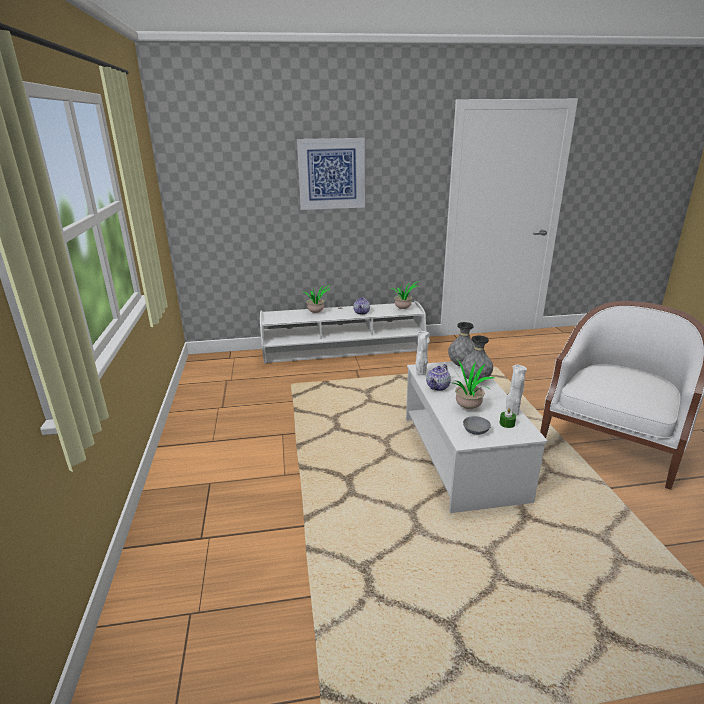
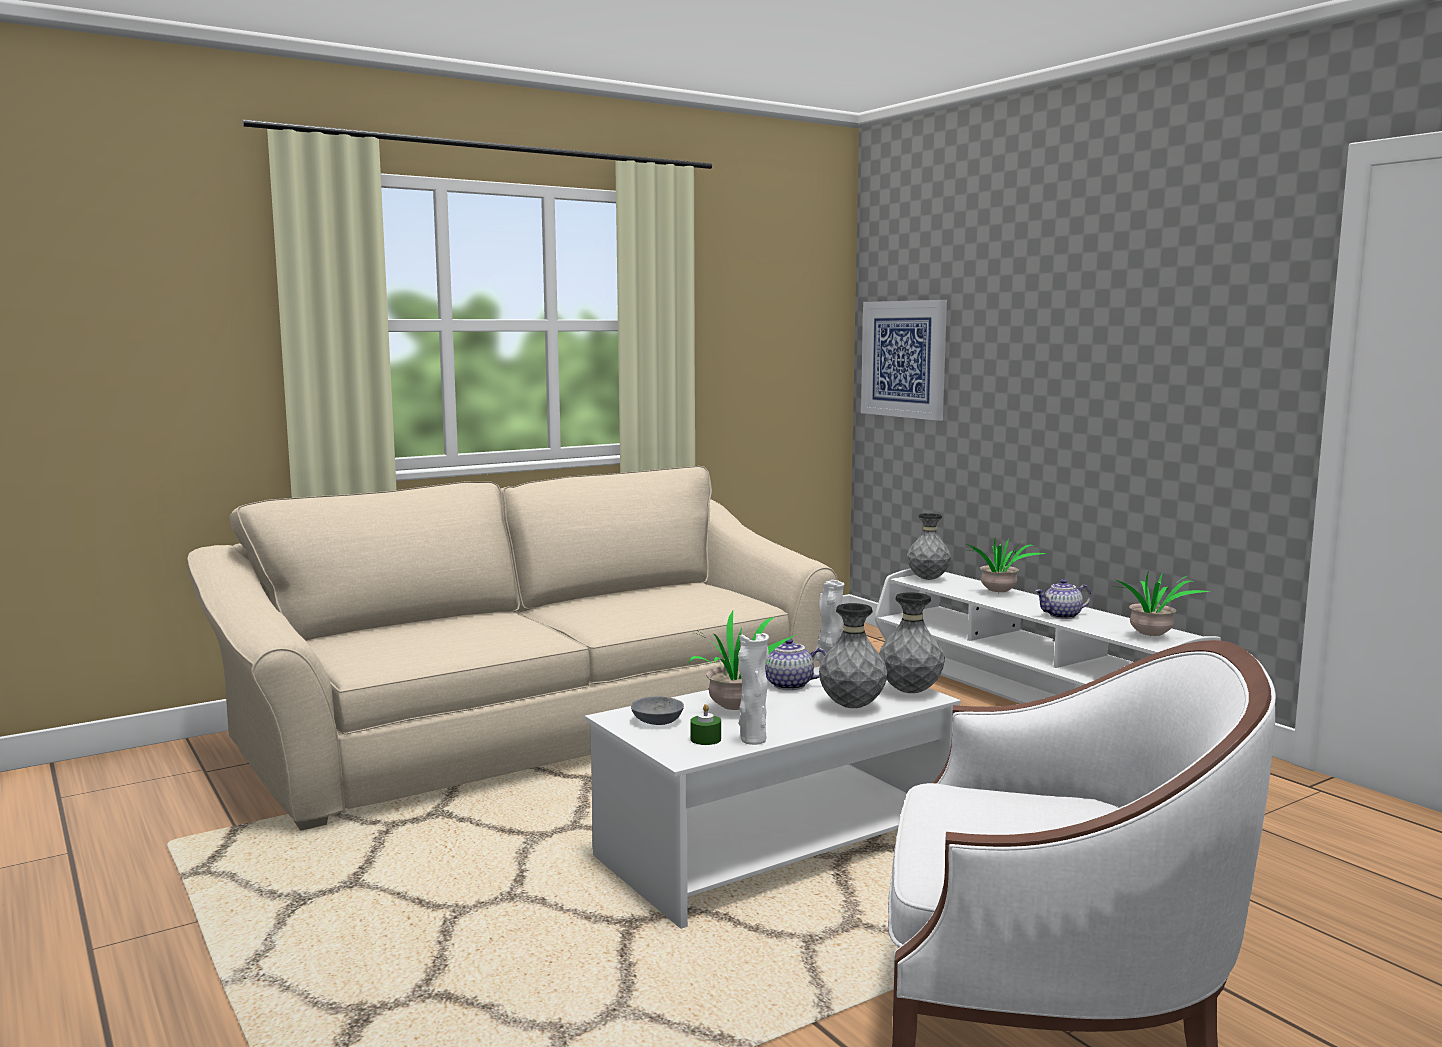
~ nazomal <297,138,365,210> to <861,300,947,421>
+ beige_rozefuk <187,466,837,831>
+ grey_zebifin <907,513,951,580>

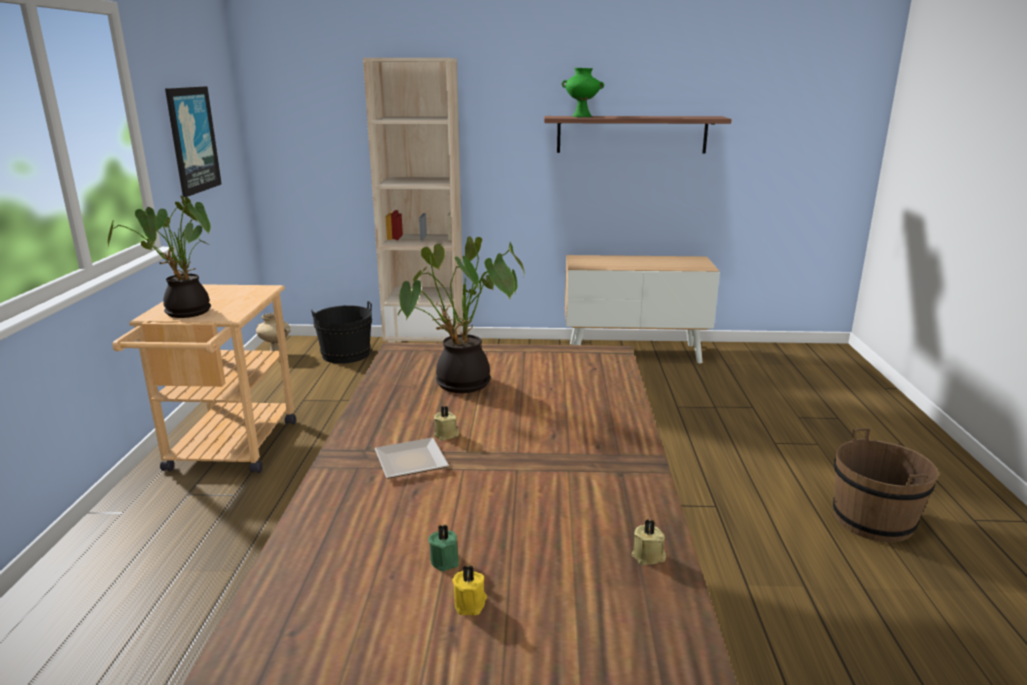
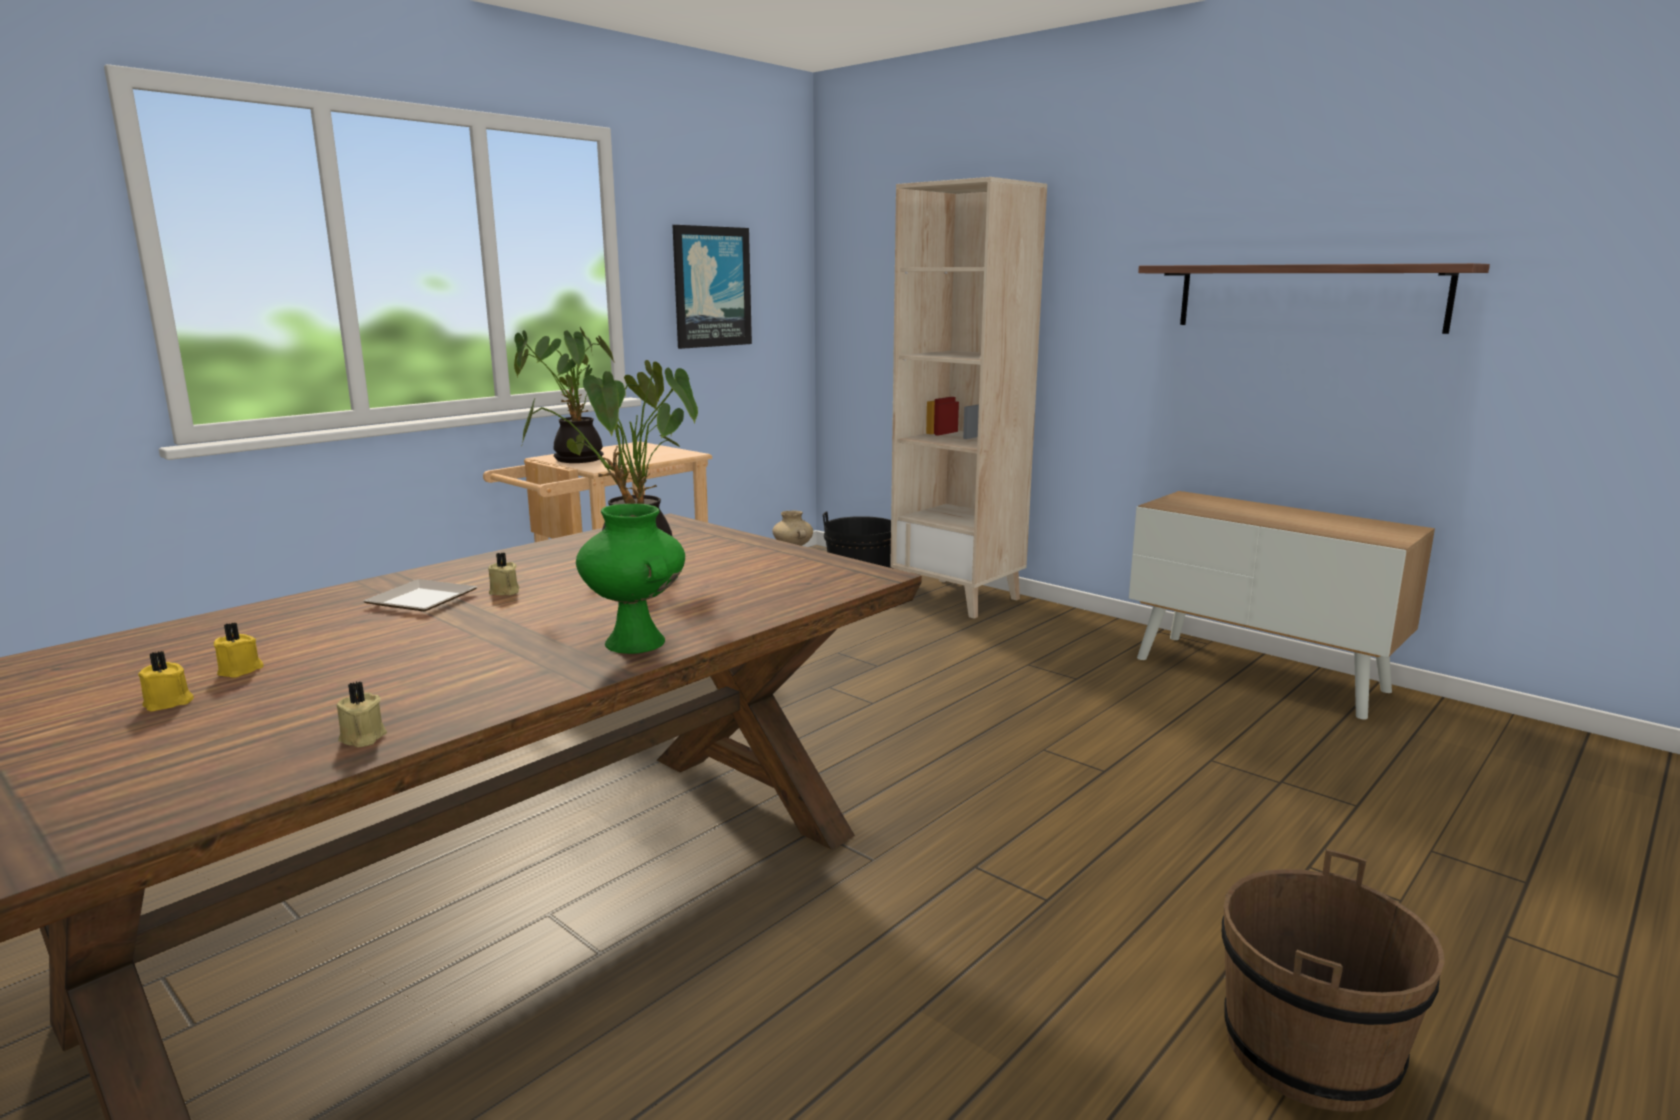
~ green_zebifin <562,68,604,117> to <576,504,685,654>
~ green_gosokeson <428,525,459,571> to yellow_gosokeson <214,622,264,678>

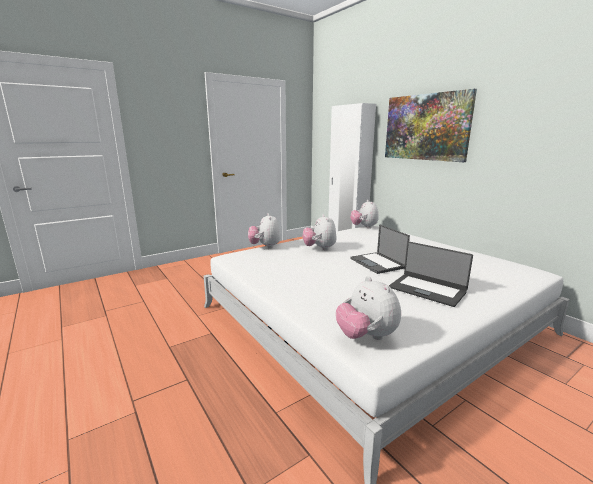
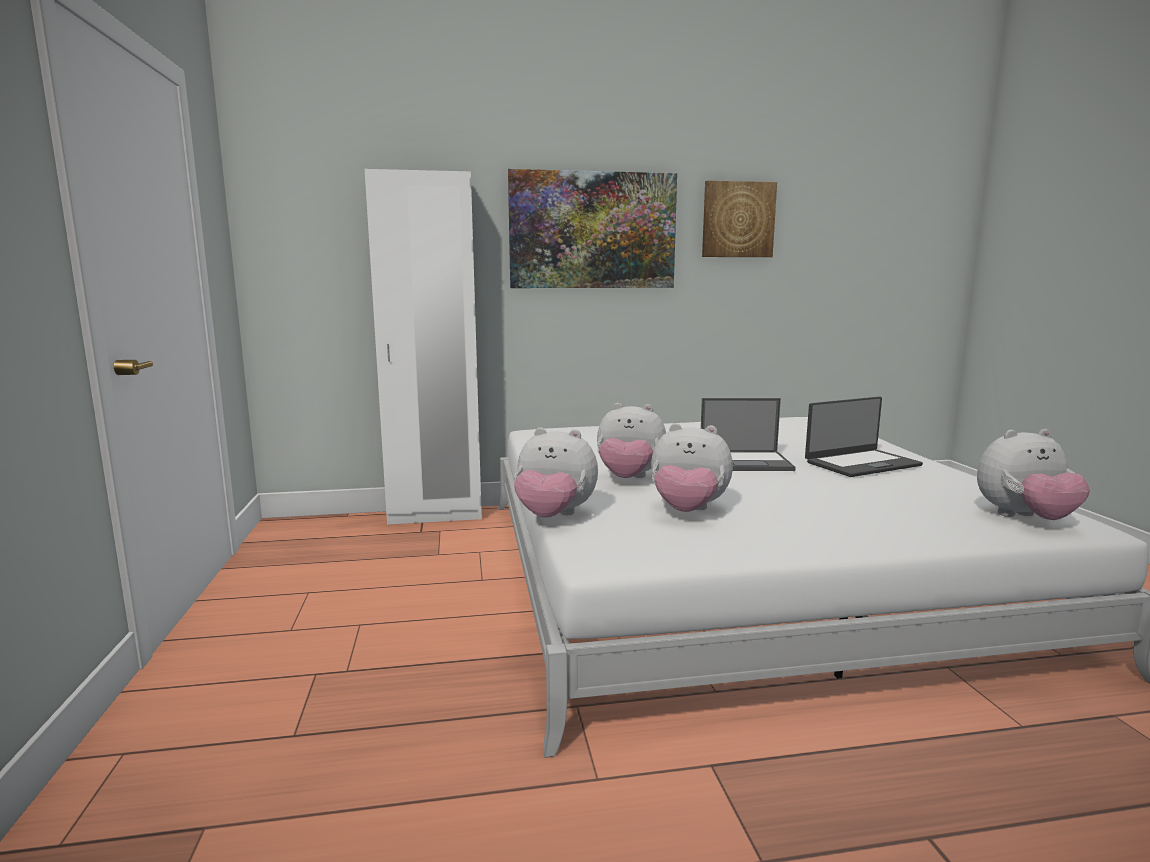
~ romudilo <350,200,379,229> to <651,423,733,512>
+ nazomal <702,181,777,257>

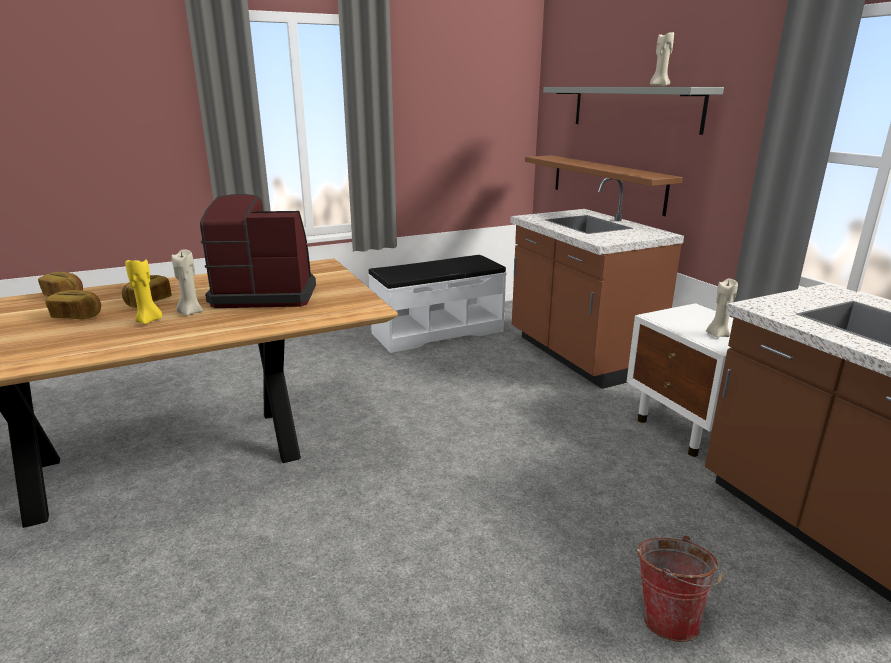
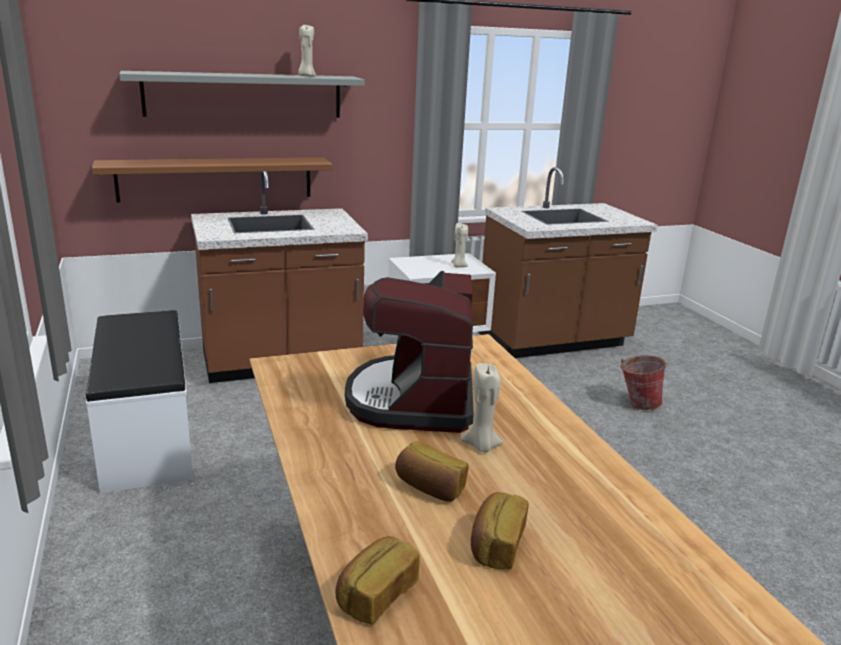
- yellow_gosokeson <125,257,162,324>

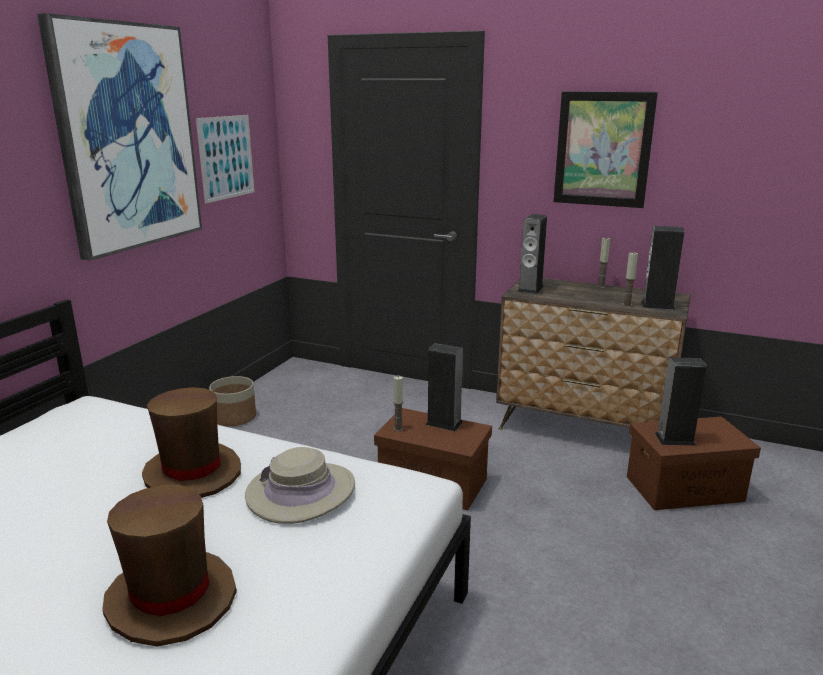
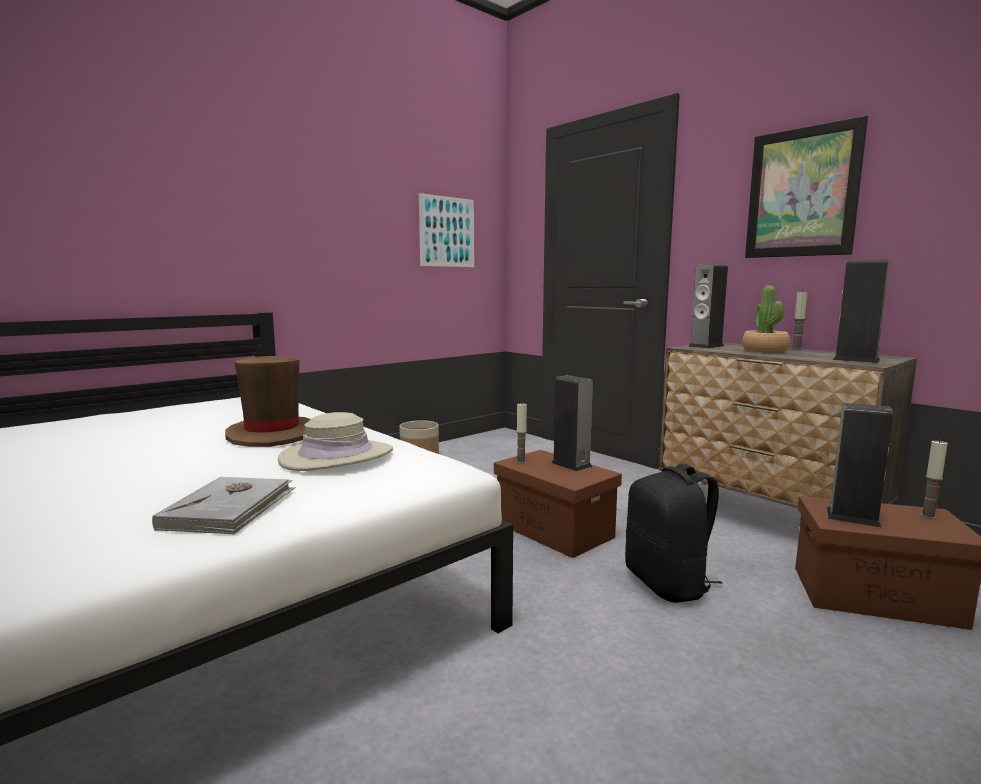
- nazomal <37,13,202,261>
~ gosokeson <622,252,638,307> to <920,440,948,519>
- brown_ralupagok <102,485,237,647>
+ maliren <742,285,790,352>
+ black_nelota <625,463,723,603>
+ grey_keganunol <152,477,296,534>

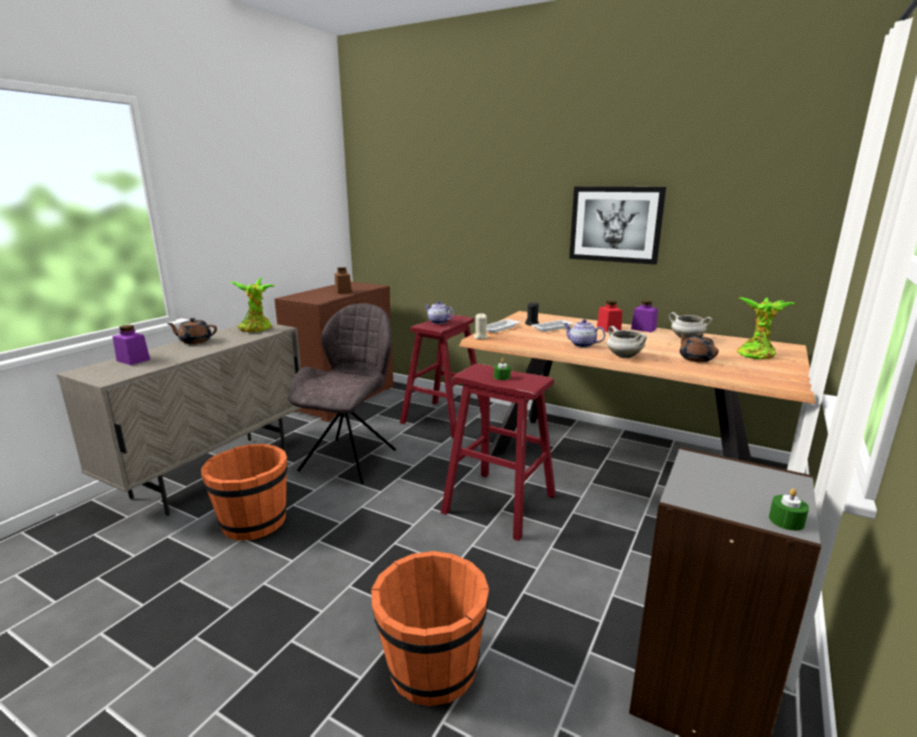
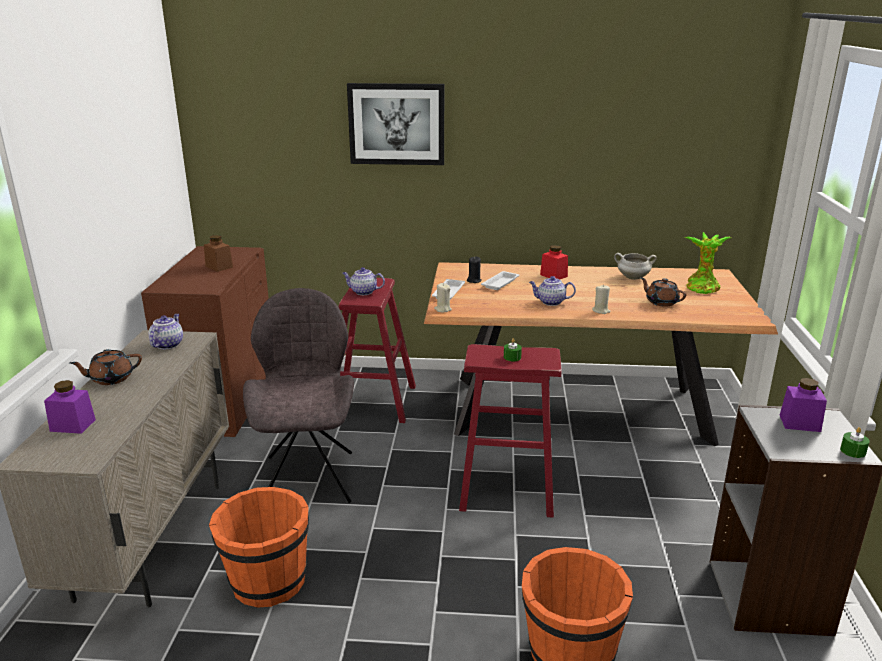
~ nazomal <569,187,666,265> to <347,83,444,165>
~ maliren <229,278,274,332> to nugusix <148,314,183,349>
~ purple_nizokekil <631,300,658,332> to <780,378,827,432>
~ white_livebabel <607,326,647,358> to beige_gosokeson <592,285,610,314>

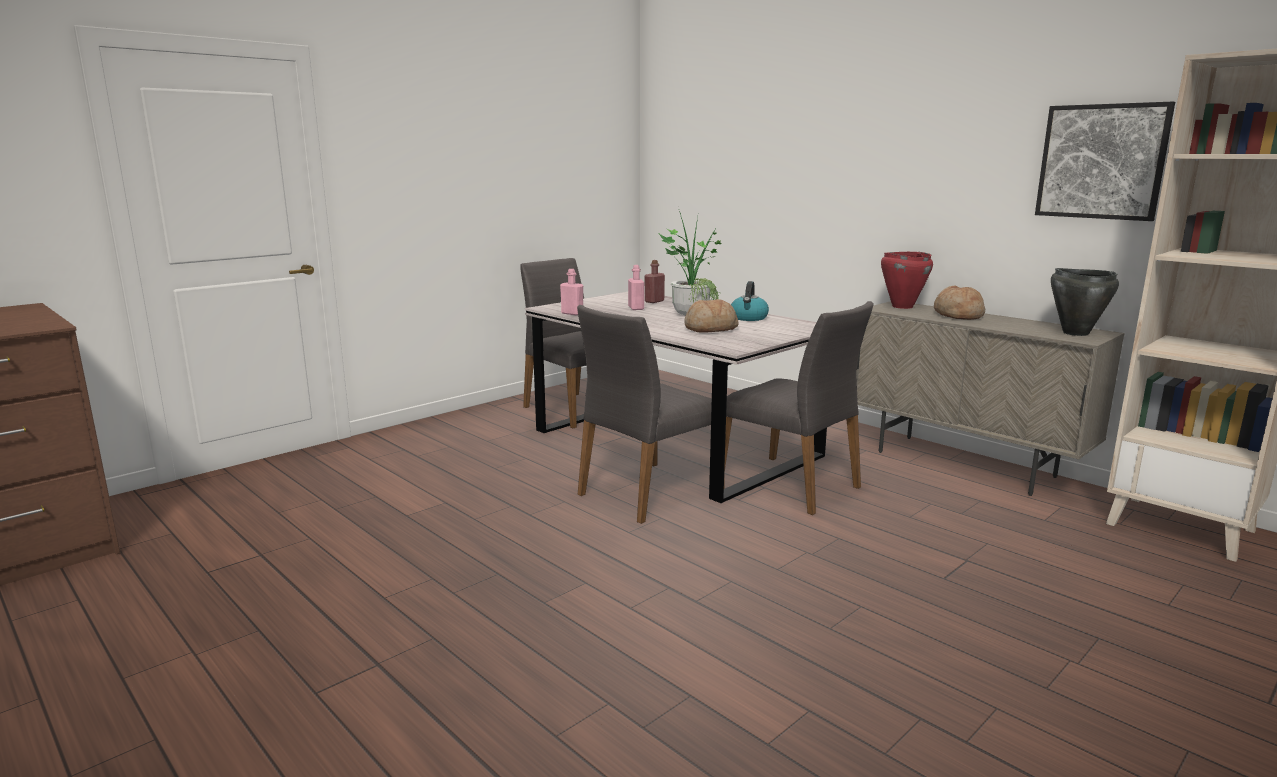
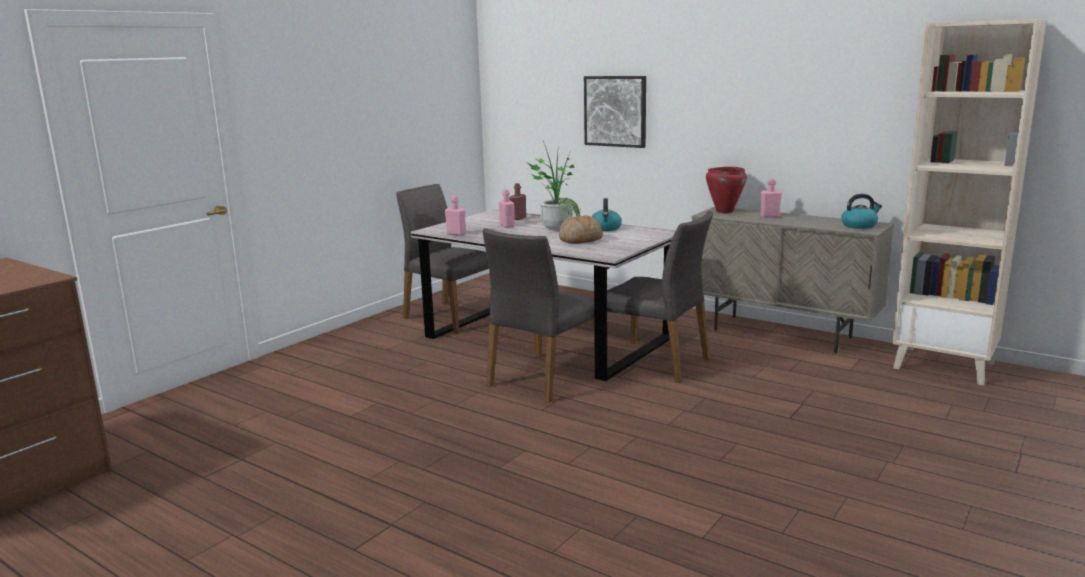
~ nazomal <1035,102,1175,221> to <584,76,646,148>
~ black_livebabel <1051,268,1119,336> to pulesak <841,194,882,229>
~ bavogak <934,285,985,320> to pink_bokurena <760,178,782,218>

